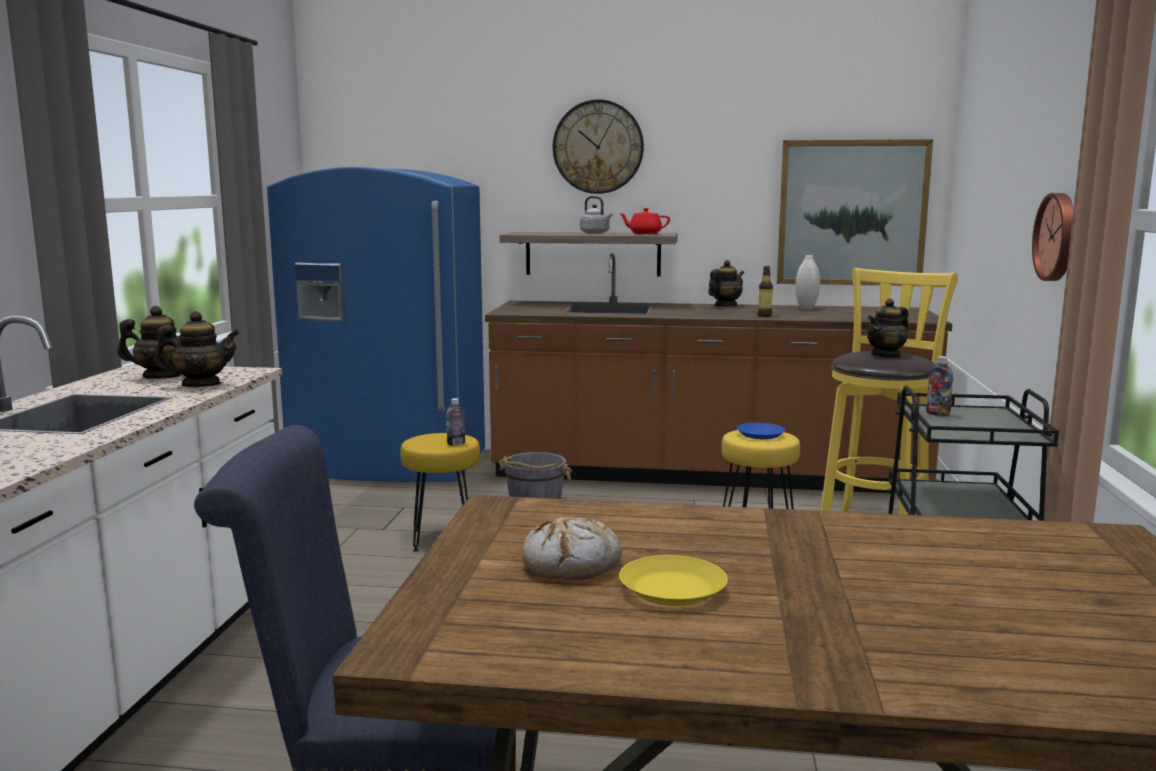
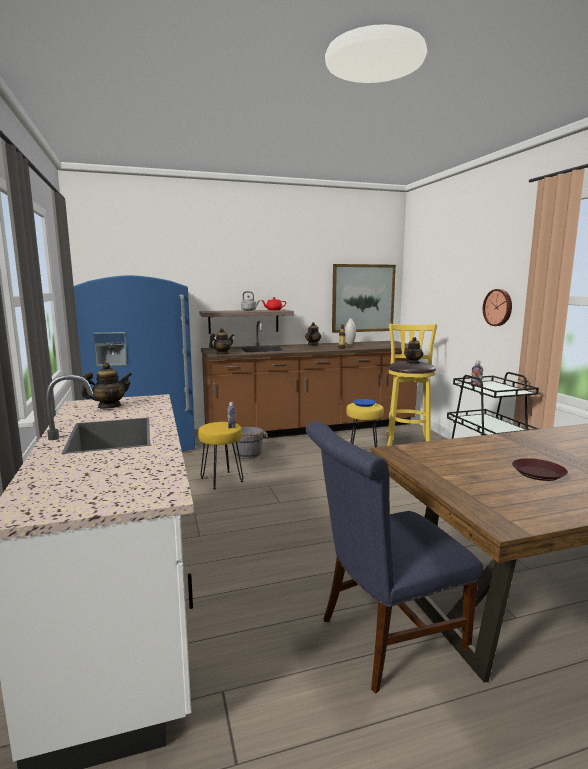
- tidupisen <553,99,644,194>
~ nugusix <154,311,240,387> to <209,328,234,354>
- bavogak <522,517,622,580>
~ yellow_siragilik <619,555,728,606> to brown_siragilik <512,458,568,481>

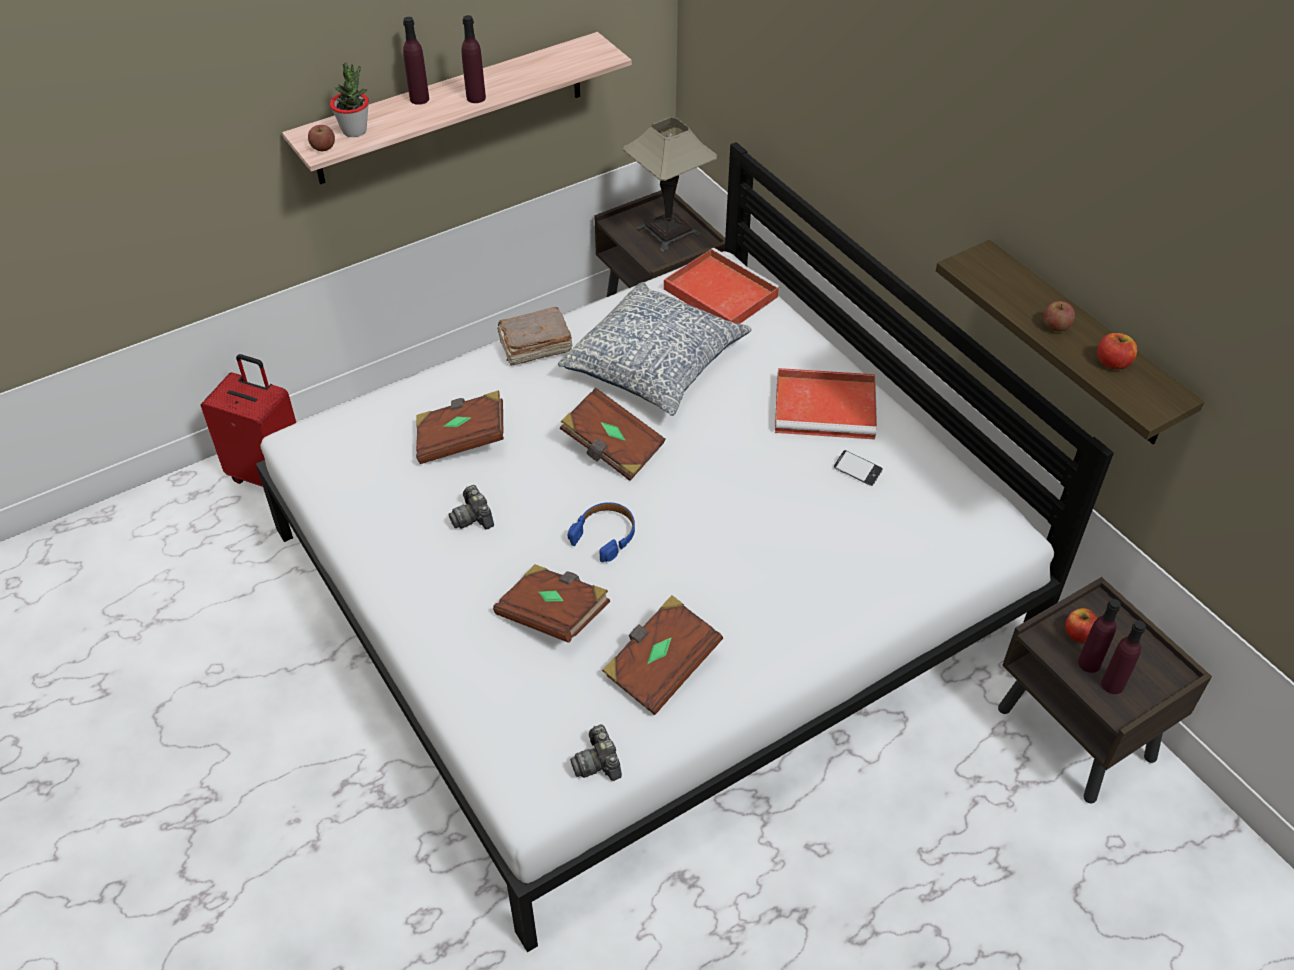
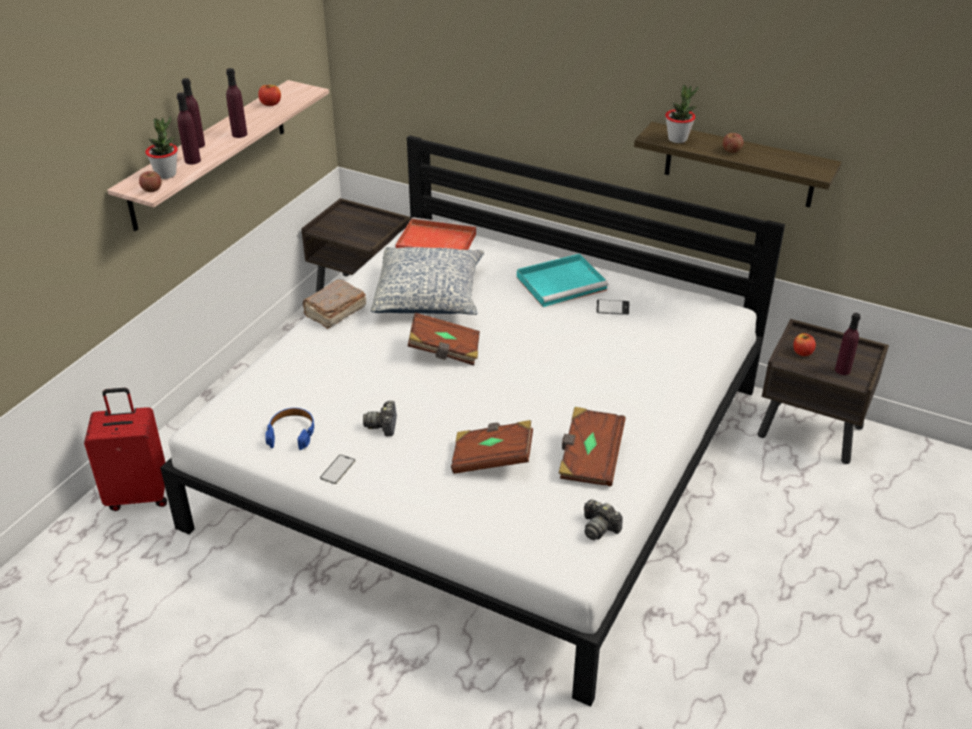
- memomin <622,117,718,252>
~ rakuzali <1097,333,1137,369> to <258,85,281,106>
~ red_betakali <775,368,877,440> to turquoise_betakali <517,254,608,307>
- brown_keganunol <416,391,504,464>
~ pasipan <448,485,494,529> = <363,401,397,437> 60 degrees clockwise
~ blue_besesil <568,502,635,563> to <265,408,314,450>
~ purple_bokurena <1078,599,1121,673> to <177,92,201,164>
+ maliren <665,85,699,143>
+ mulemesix <320,455,355,484>

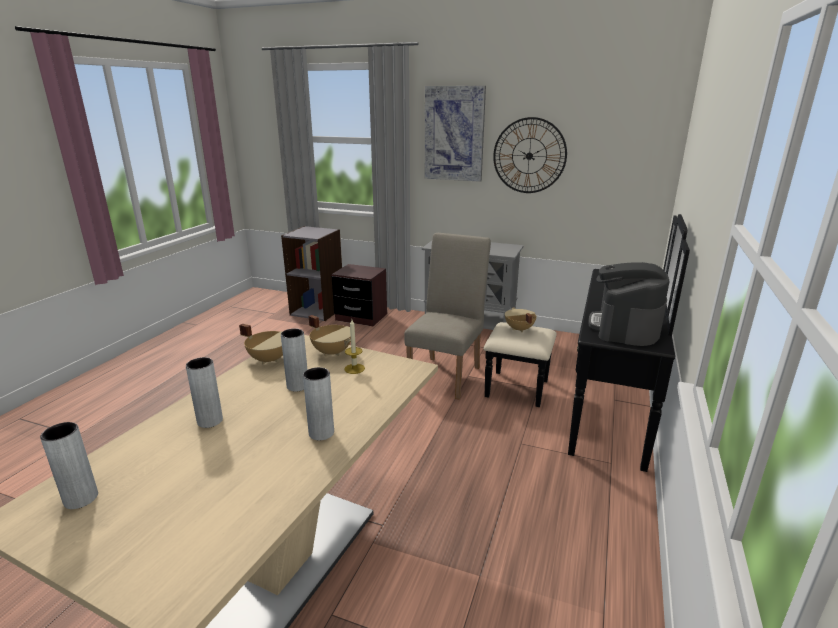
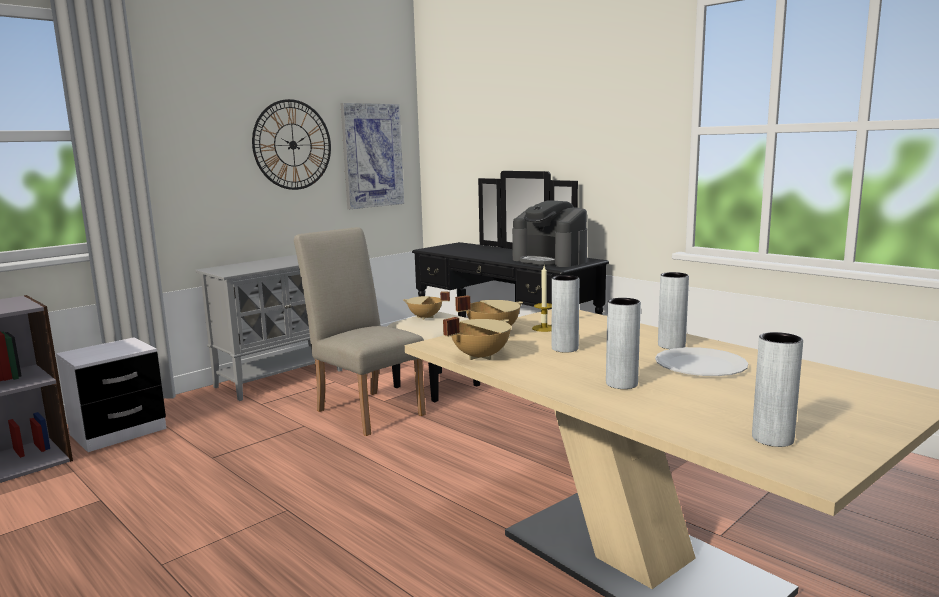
~ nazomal <425,86,486,182> to <340,103,404,209>
~ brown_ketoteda <331,264,387,326> to white_ketoteda <56,337,167,452>
+ white_siragilik <655,347,748,376>

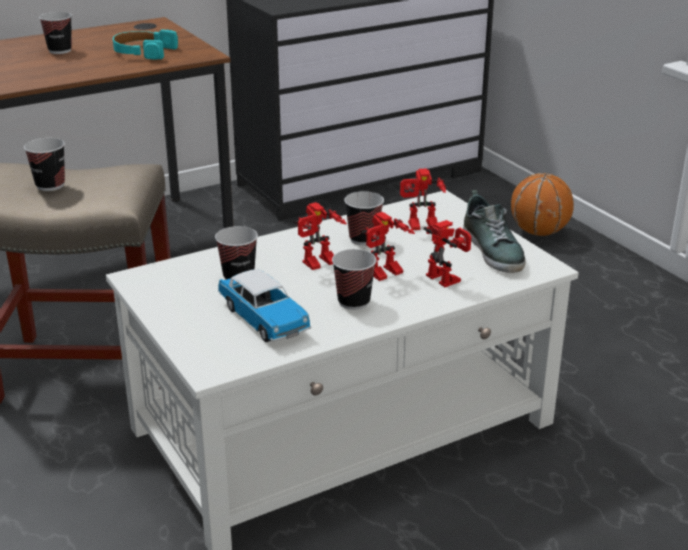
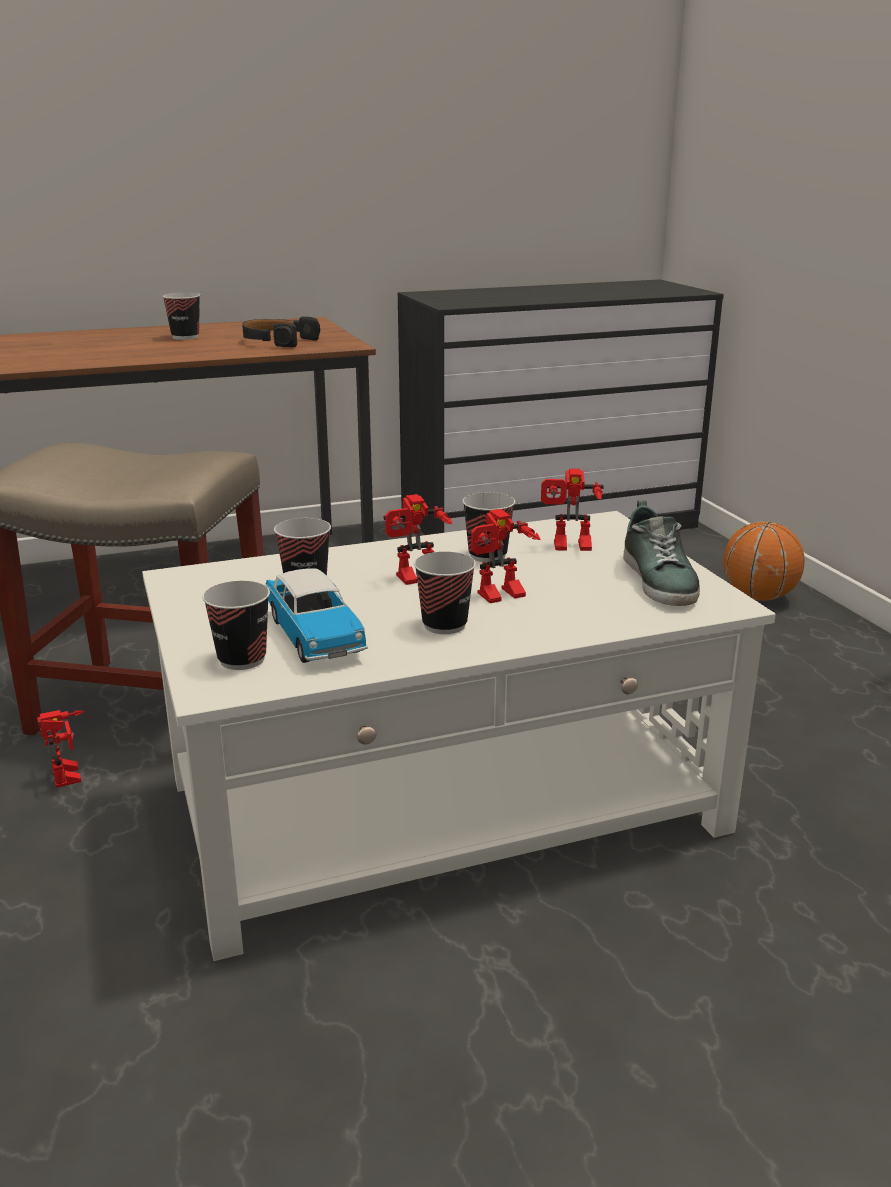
~ turquoise_besesil <113,29,178,59> to black_besesil <242,316,320,347>
~ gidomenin <24,138,65,191> to <202,581,270,670>
~ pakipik <423,220,471,287> to <37,710,85,788>

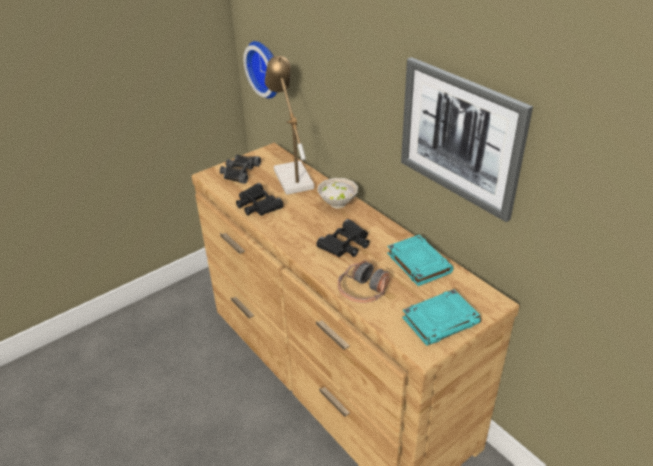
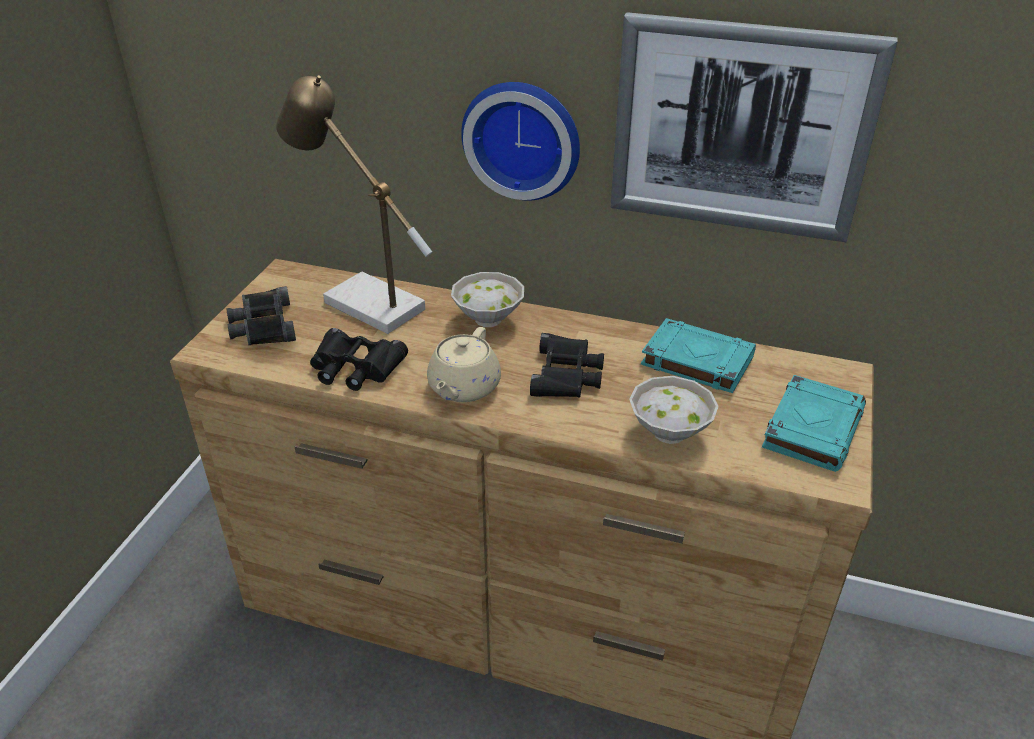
~ tidupisen <243,41,277,99> to <461,82,580,201>
~ besesil <338,260,390,303> to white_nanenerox <629,376,719,444>
+ beige_nugusix <427,327,501,402>

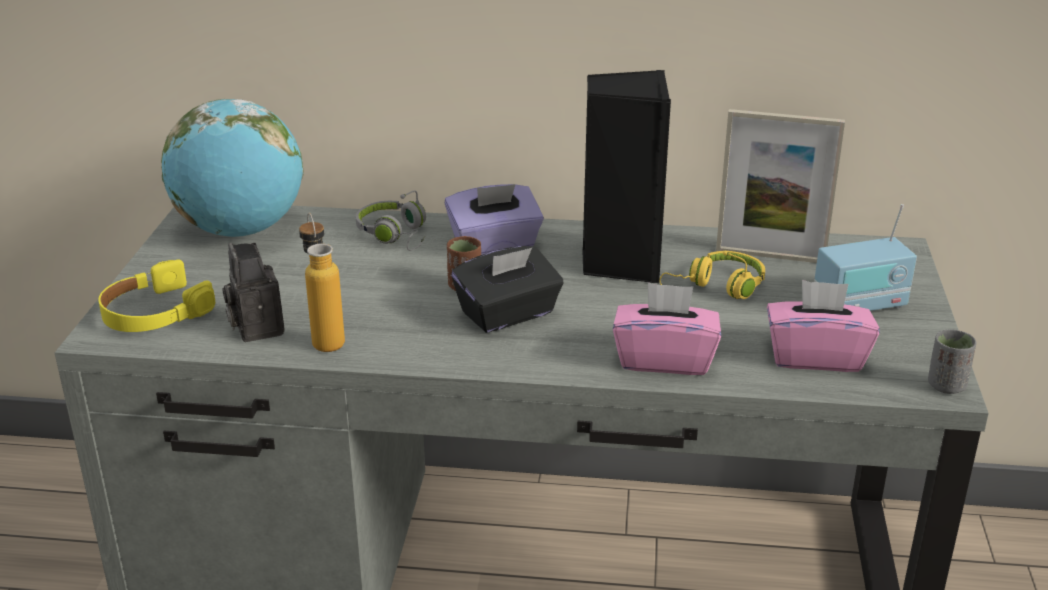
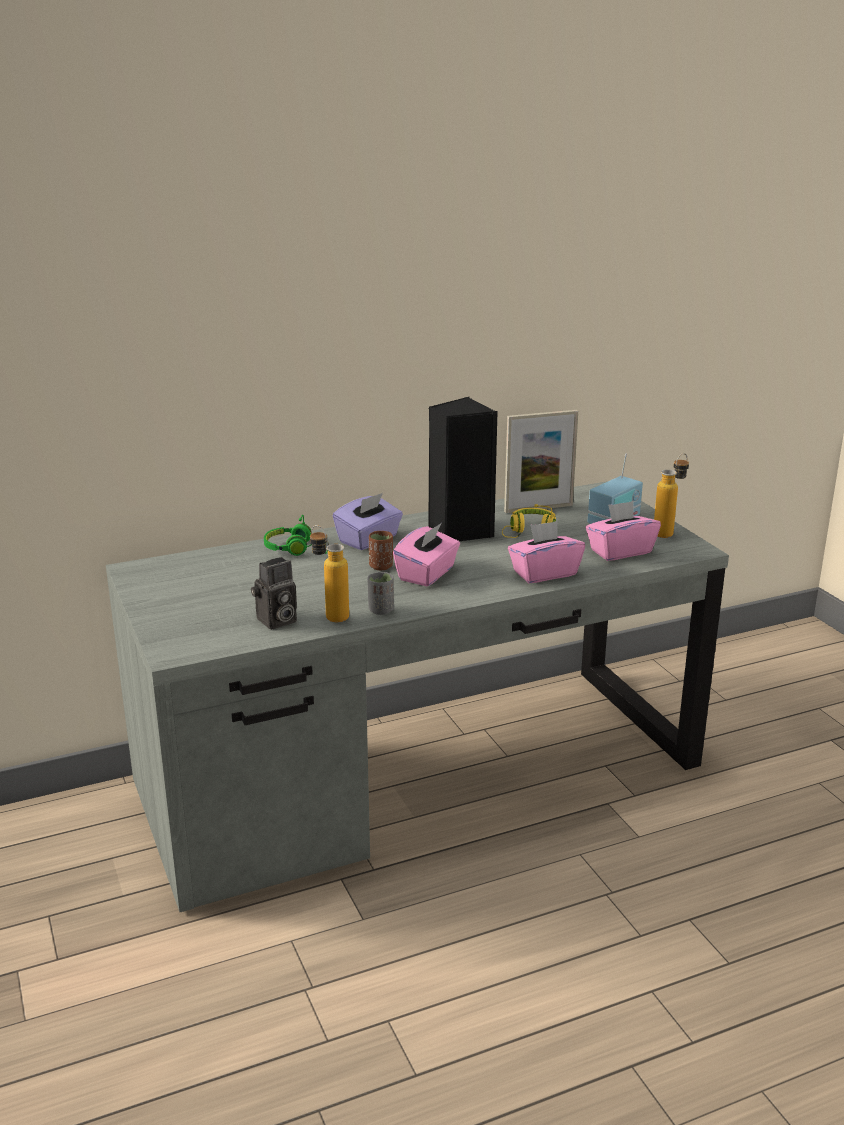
- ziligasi <161,99,304,237>
~ grey_besesil <355,190,426,251> to green_besesil <264,515,329,556>
~ pasipan <222,243,285,342> = <251,557,297,630> 75 degrees counterclockwise
~ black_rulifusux <451,246,564,333> to pink_rulifusux <393,524,460,586>
- yellow_besesil <98,259,215,332>
~ grey_gidomenin <928,329,976,394> to <367,572,394,615>
+ bokurena <654,453,689,538>

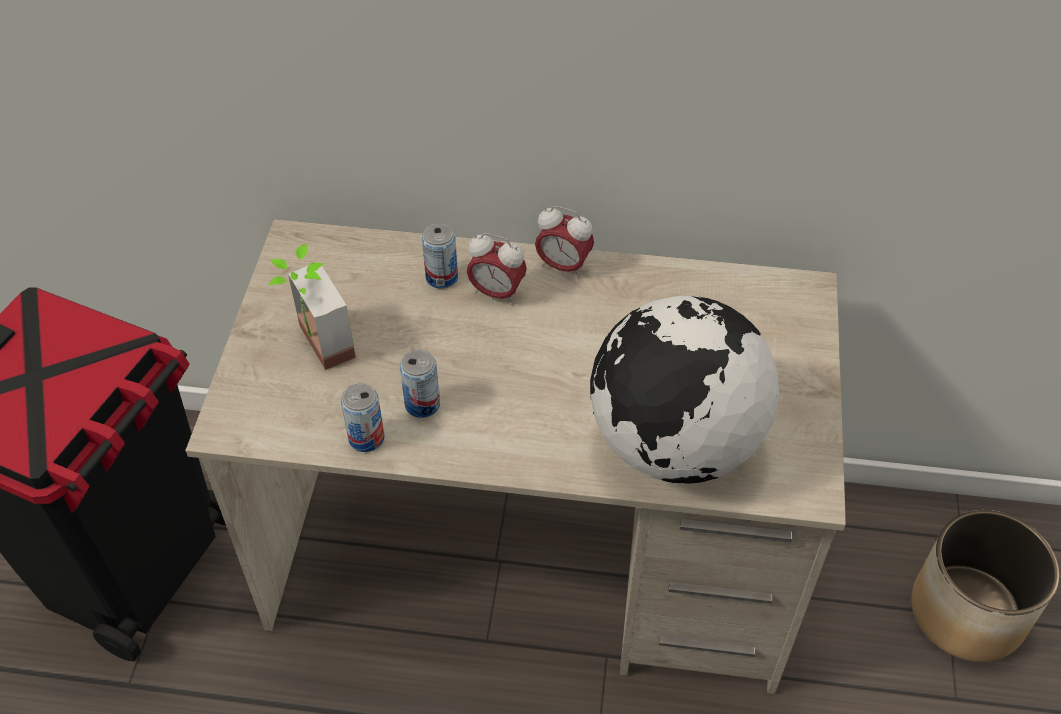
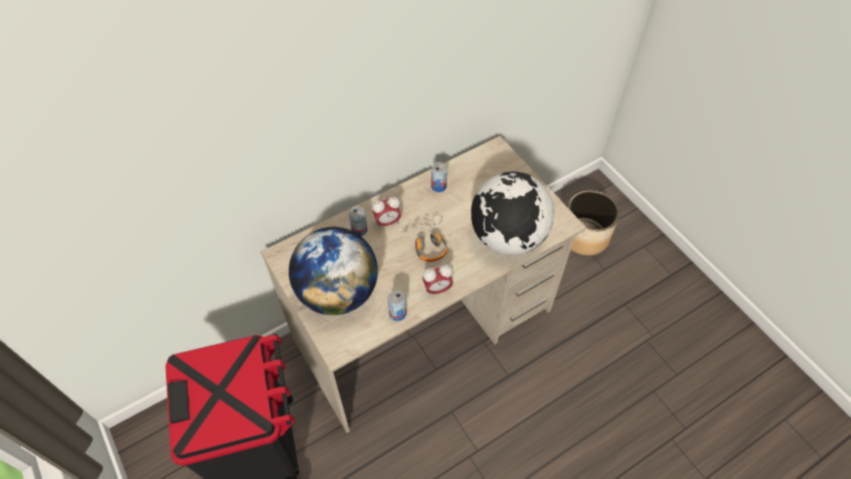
~ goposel <535,206,594,278> to <422,265,453,296>
~ maliren <268,244,356,370> to ziligasi <289,227,378,315>
~ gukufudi <400,350,440,418> to <431,162,447,192>
+ besesil <401,215,448,262>

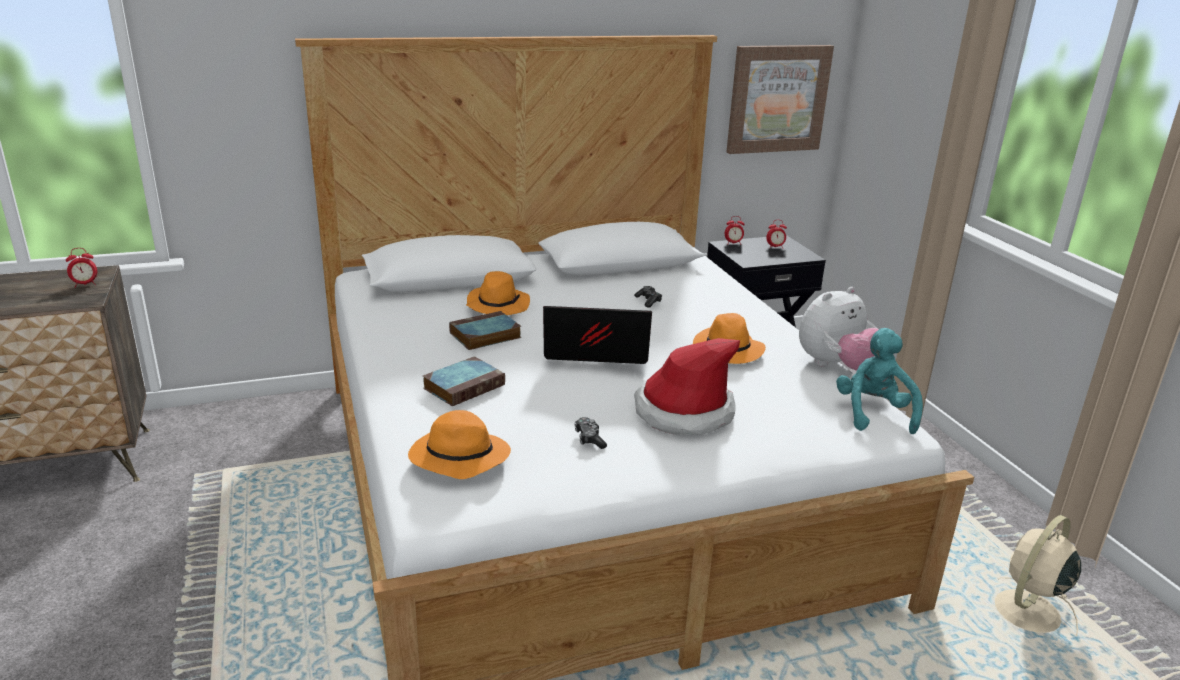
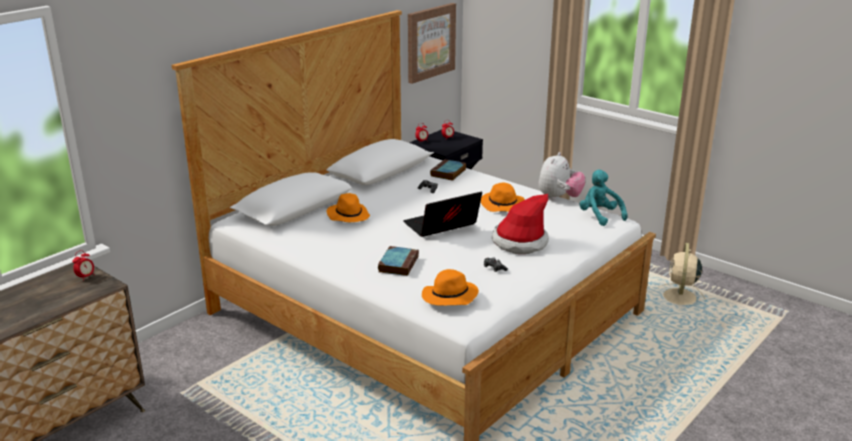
~ keganunol <449,311,521,350> to <430,159,466,181>

